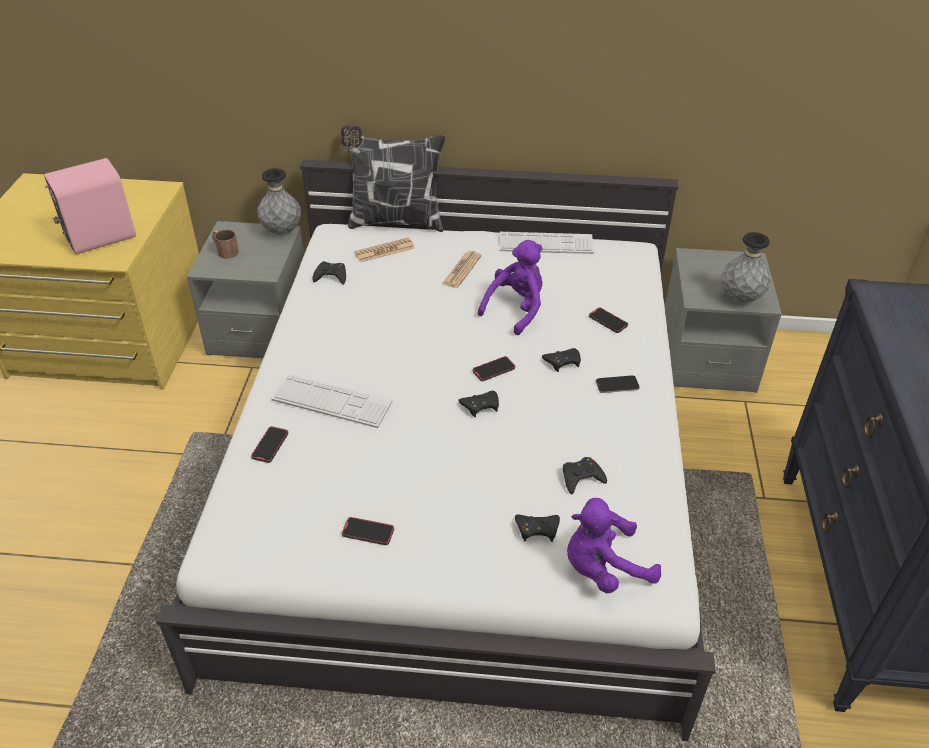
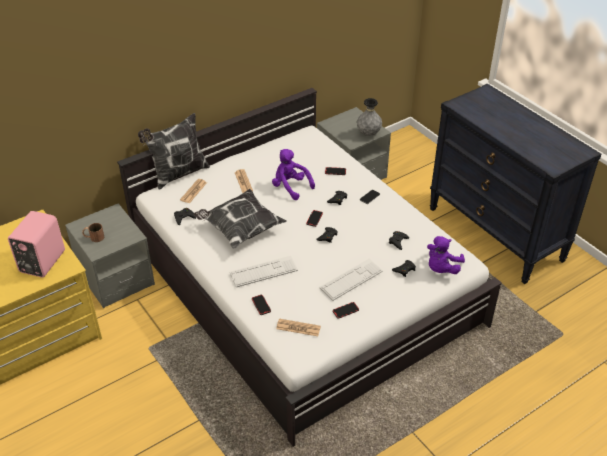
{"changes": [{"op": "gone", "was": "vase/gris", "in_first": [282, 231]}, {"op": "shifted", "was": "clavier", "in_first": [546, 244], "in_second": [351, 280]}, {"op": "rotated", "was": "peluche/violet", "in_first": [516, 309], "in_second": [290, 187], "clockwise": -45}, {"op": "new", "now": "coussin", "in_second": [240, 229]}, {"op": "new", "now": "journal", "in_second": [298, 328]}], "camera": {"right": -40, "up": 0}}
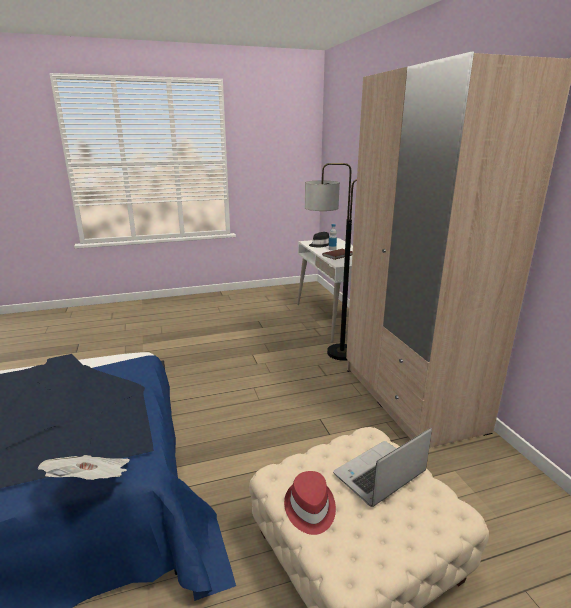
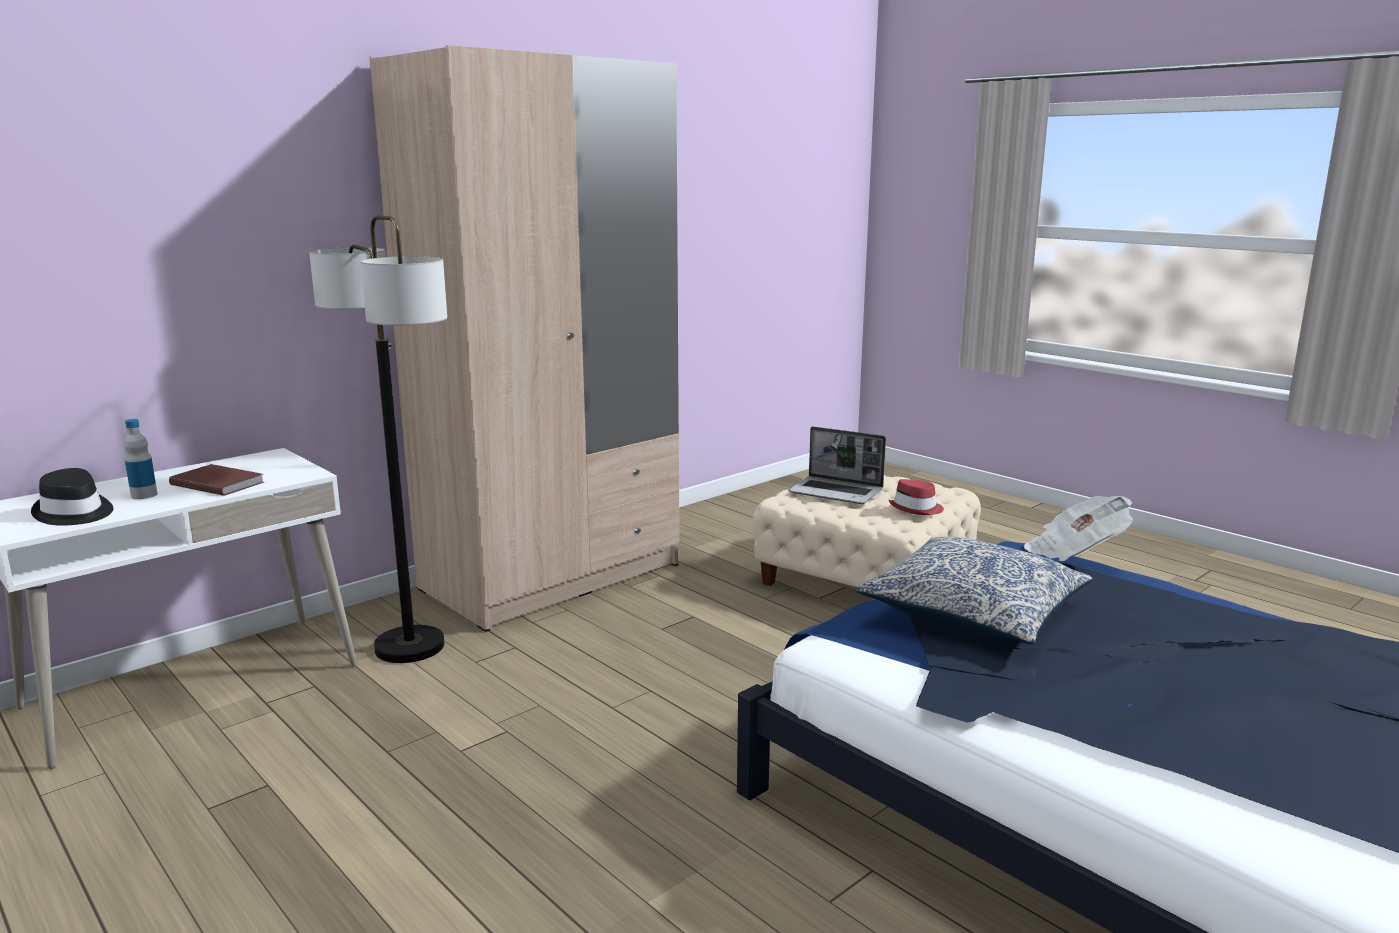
{"changes": [{"op": "new", "now": "coussin", "in_second": [974, 610]}], "camera": {"right": -115, "up": -5}}
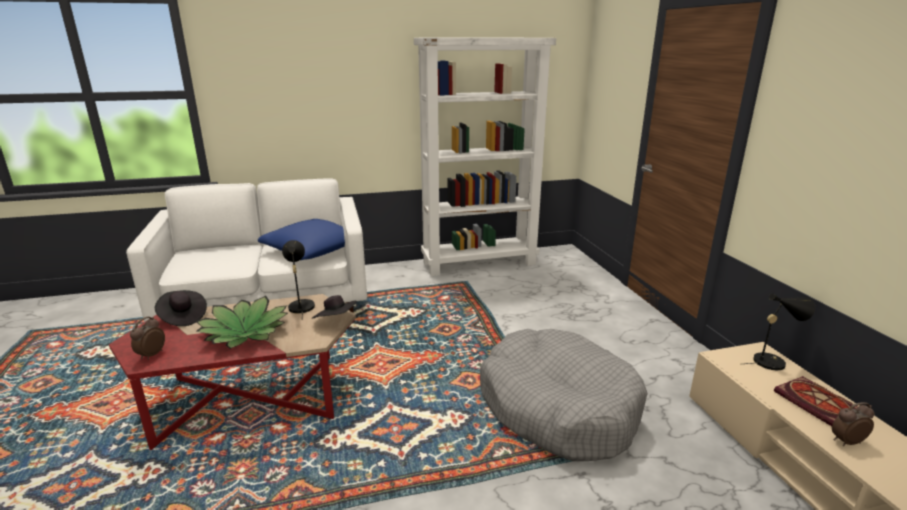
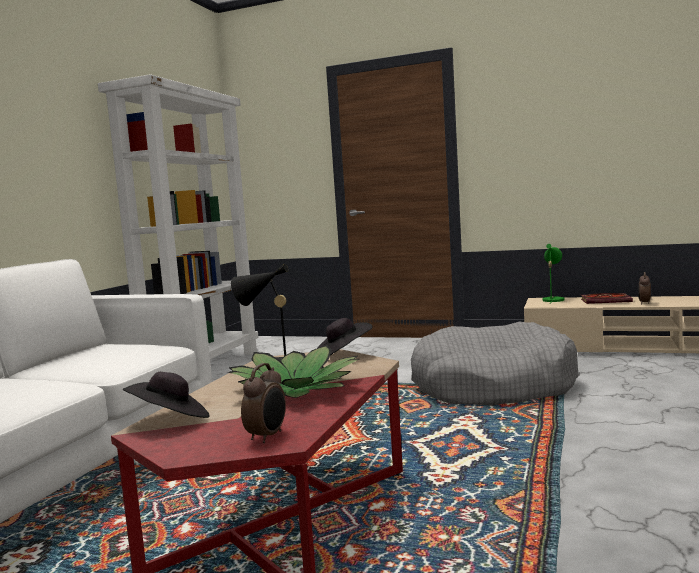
{"changes": [{"op": "gone", "was": "coussin/bleu", "in_first": [311, 251]}, {"op": "repainted", "was": "lampe de table/noir", "now": "lampe de table/vert", "in_first": [772, 361], "in_second": [553, 299]}, {"op": "rotated", "was": "réveil", "in_first": [151, 355], "in_second": [268, 436], "clockwise": -120}], "camera": {"right": -55, "up": -15}}
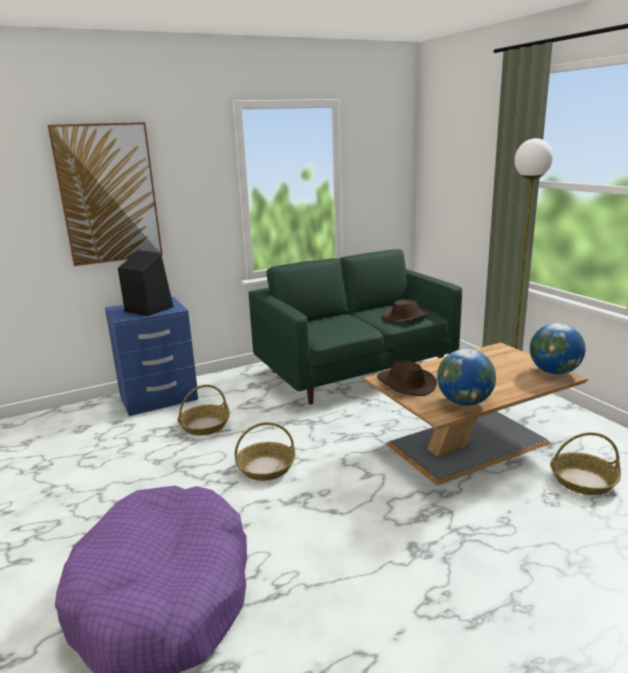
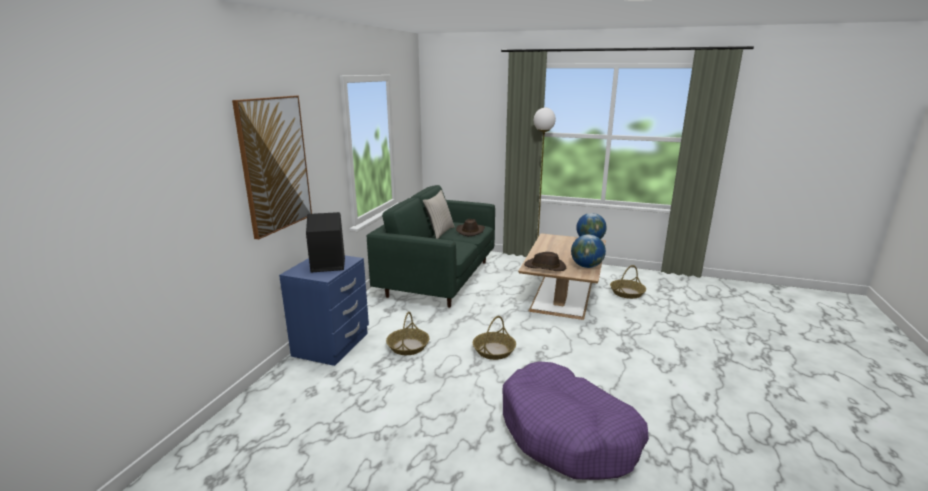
{"changes": [{"op": "new", "now": "coussin/beige", "in_second": [439, 232]}], "camera": {"right": -45, "up": 0}}
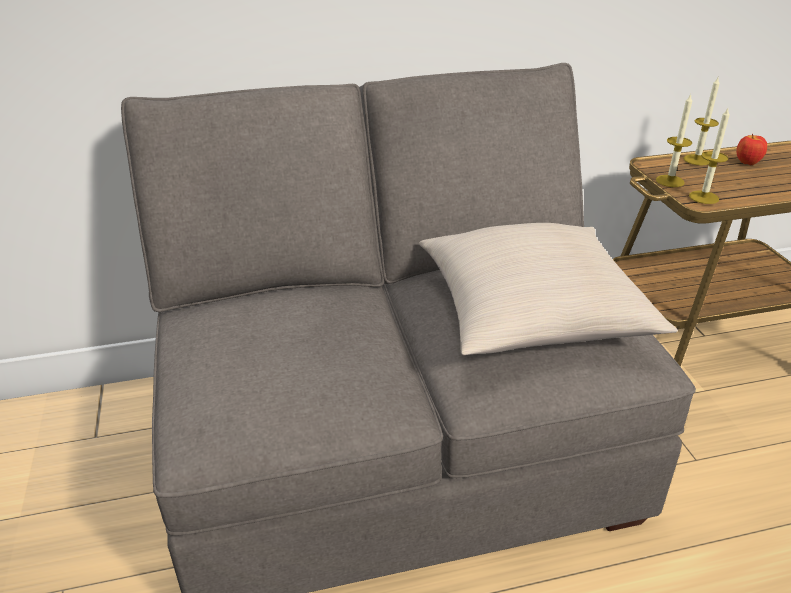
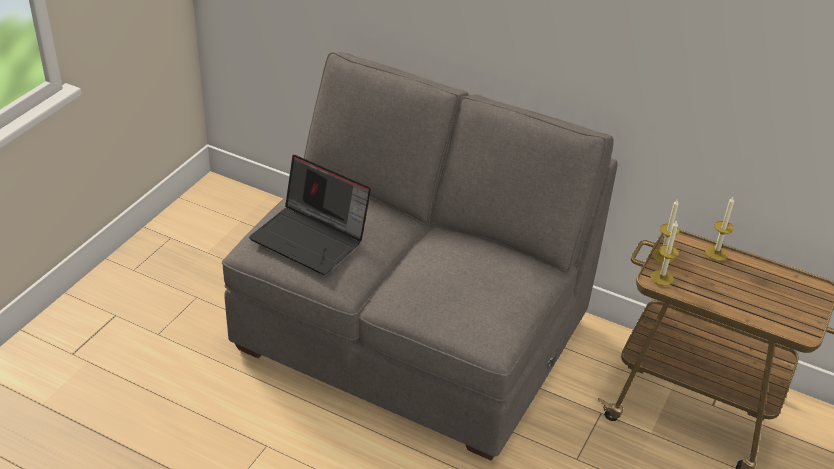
{"changes": [{"op": "gone", "was": "pomme", "in_first": [747, 163]}, {"op": "gone", "was": "coussin/beige", "in_first": [531, 314]}, {"op": "new", "now": "ordinateur portable", "in_second": [311, 238]}], "camera": {"right": 40, "up": 5}}
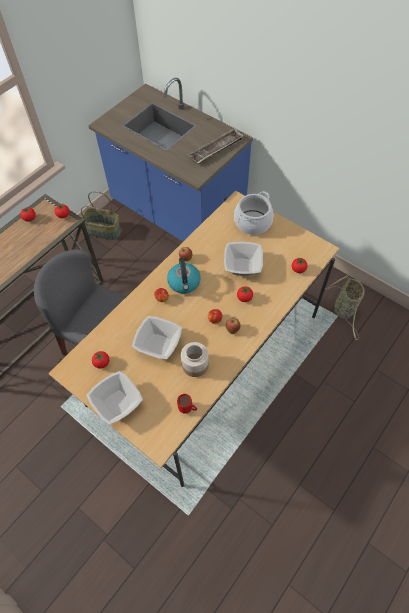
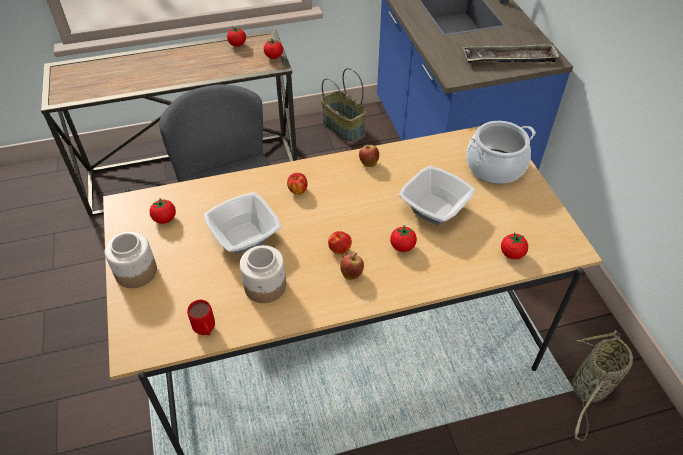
{"changes": [{"op": "gone", "was": "bouilloire", "in_first": [184, 283]}, {"op": "swapped", "was": "bol", "now": "bocal", "in_first": [117, 404], "in_second": [135, 272]}], "camera": {"right": 35, "up": -10}}
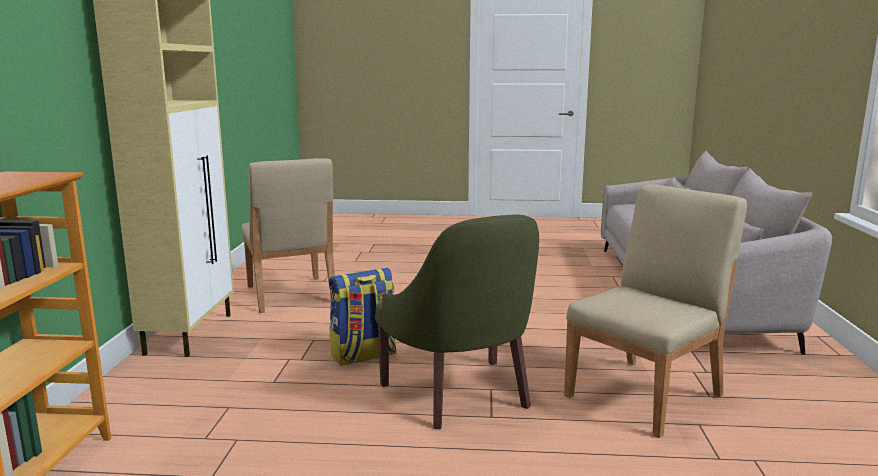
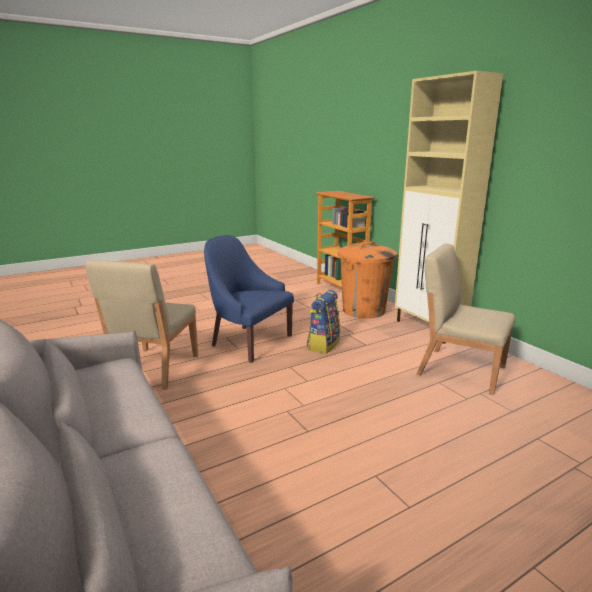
{"changes": [{"op": "repainted", "was": "fauteuil/vert", "now": "fauteuil/bleu", "in_first": [461, 395], "in_second": [248, 341]}, {"op": "new", "now": "poubelle/orange", "in_second": [363, 310]}], "camera": {"right": 145, "up": 5}}
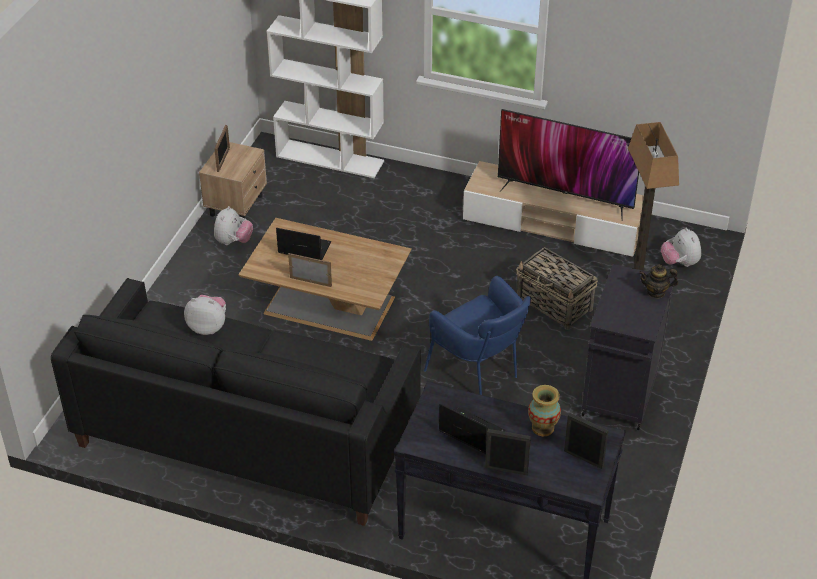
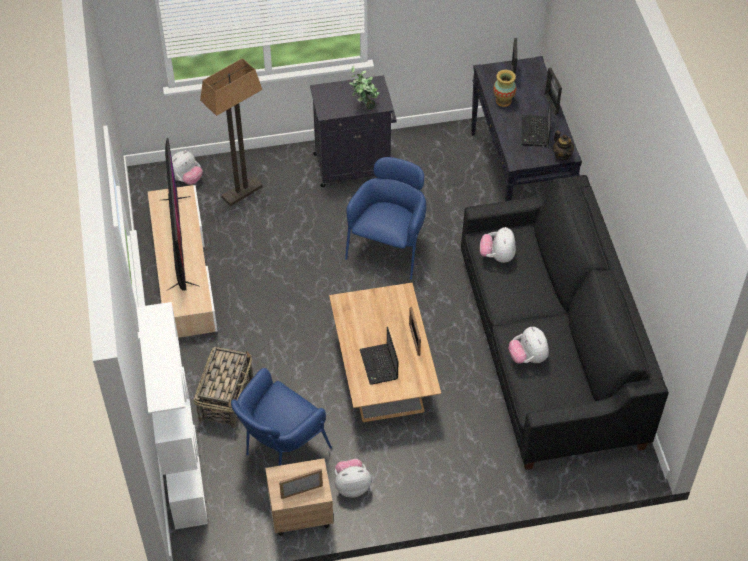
{"changes": [{"op": "shifted", "was": "panier", "in_first": [554, 304], "in_second": [226, 397]}, {"op": "shifted", "was": "théière", "in_first": [656, 292], "in_second": [562, 155]}, {"op": "new", "now": "plante en pot", "in_second": [364, 107]}, {"op": "new", "now": "peluche", "in_second": [497, 256]}, {"op": "new", "now": "fauteuil/bleu", "in_second": [280, 448]}], "camera": {"right": -120, "up": 10}}
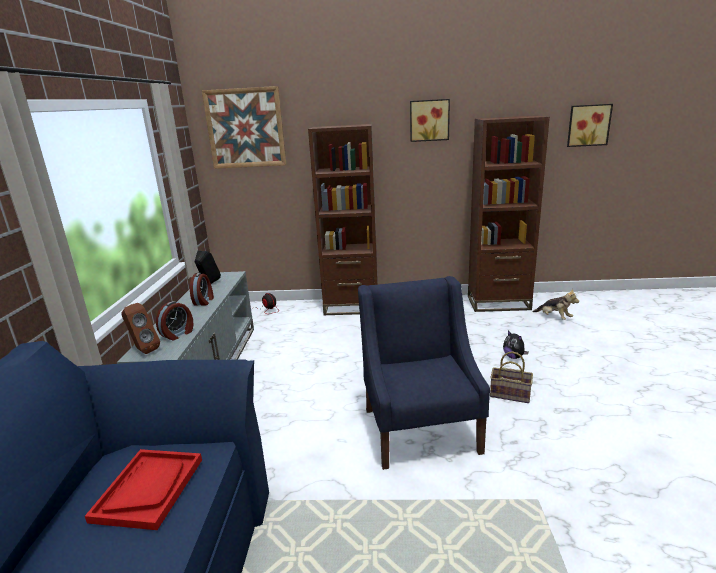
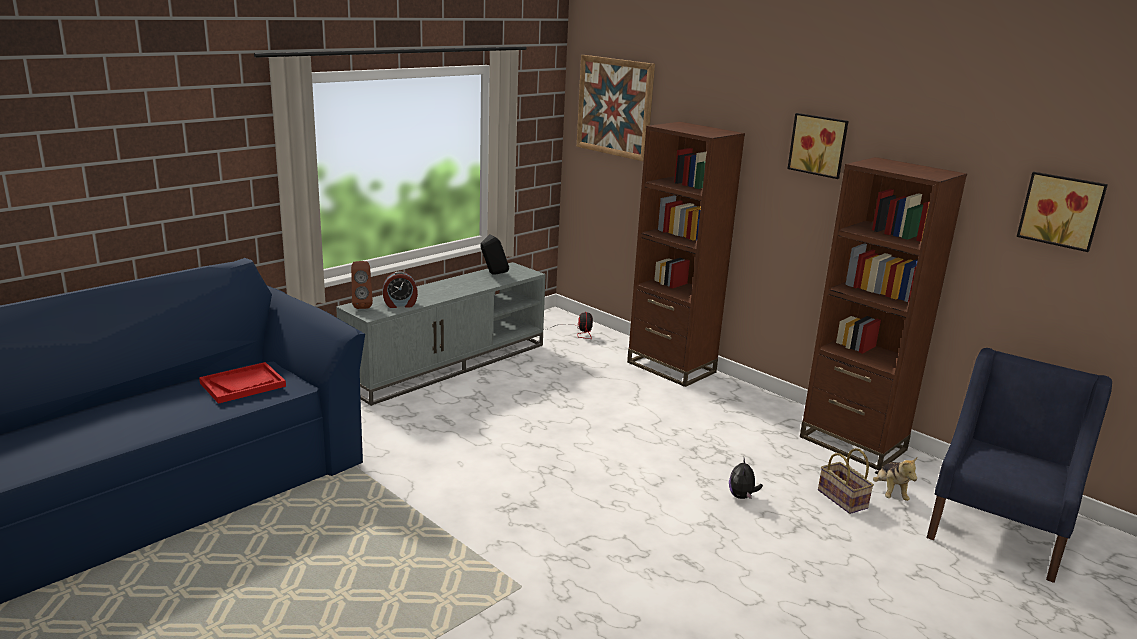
{"changes": [{"op": "gone", "was": "réveil", "in_first": [204, 301]}, {"op": "shifted", "was": "fauteuil/bleu", "in_first": [420, 429], "in_second": [998, 532]}, {"op": "shifted", "was": "panier", "in_first": [511, 394], "in_second": [844, 499]}], "camera": {"right": 40, "up": 0}}
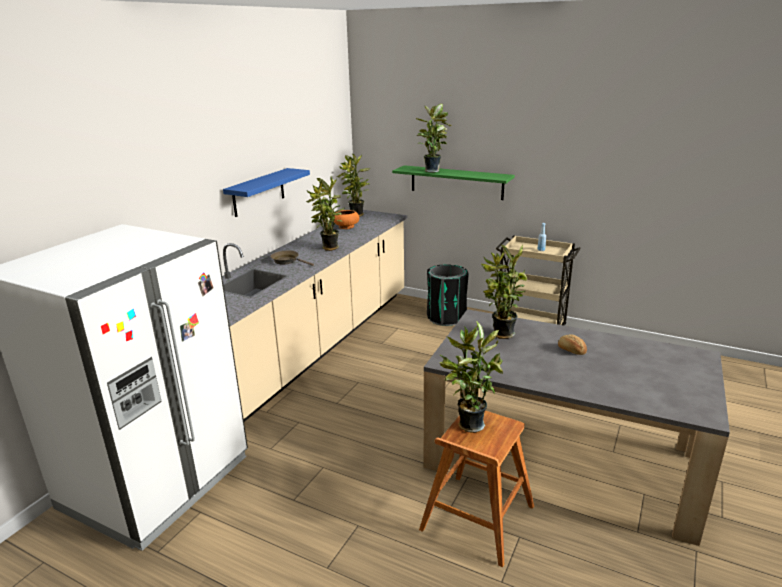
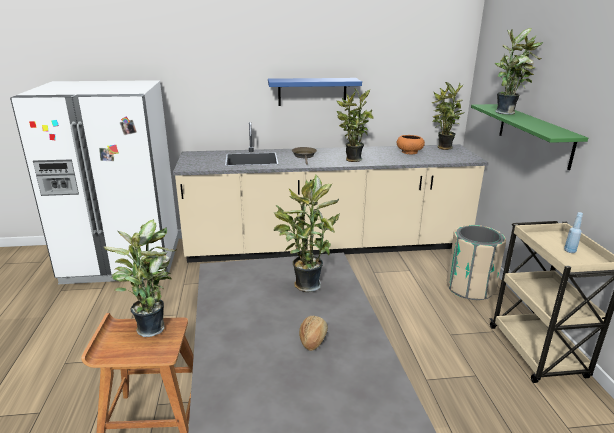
{"changes": [{"op": "repainted", "was": "poubelle/noir", "now": "poubelle/beige", "in_first": [446, 317], "in_second": [470, 288]}], "camera": {"right": 55, "up": 0}}
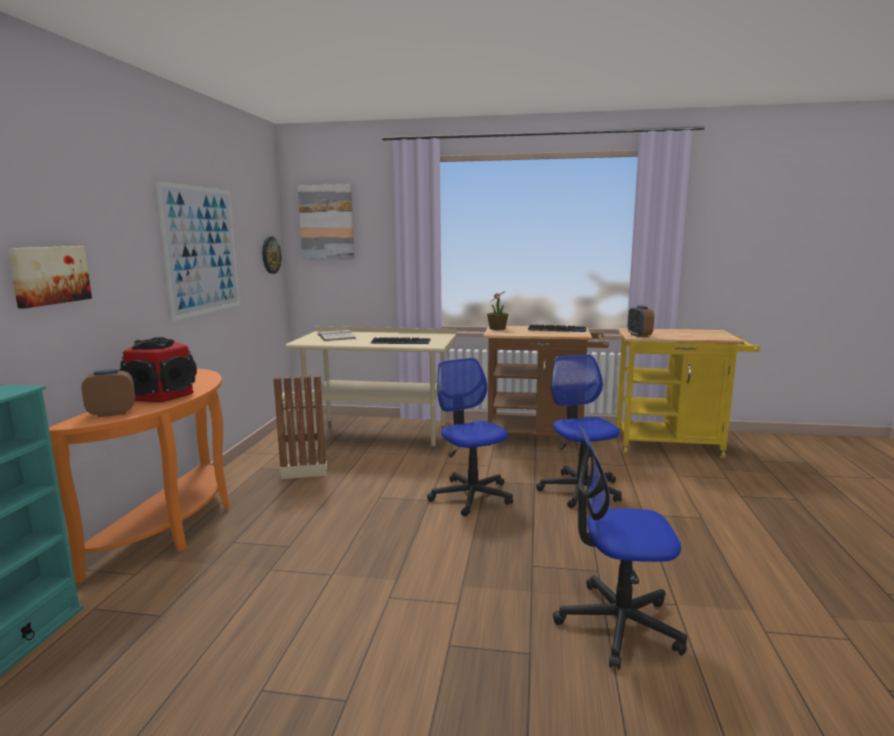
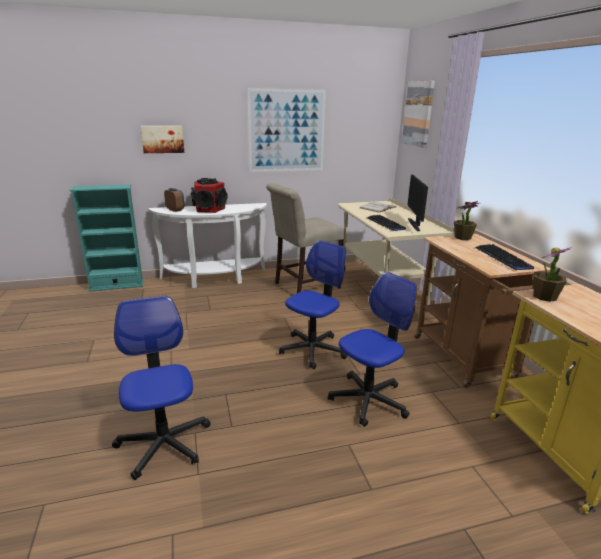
{"changes": [{"op": "gone", "was": "horloge murale", "in_first": [270, 255]}, {"op": "swapped", "was": "réveil", "now": "plante en pot", "in_first": [639, 335], "in_second": [544, 297]}, {"op": "repainted", "was": "table console/orange", "now": "table console/blanc", "in_first": [177, 526], "in_second": [215, 279]}, {"op": "swapped", "was": "poubelle/beige", "now": "chaise/beige", "in_first": [304, 468], "in_second": [303, 286]}, {"op": "new", "now": "écran d'ordinateur", "in_second": [415, 224]}], "camera": {"right": 65, "up": 10}}
